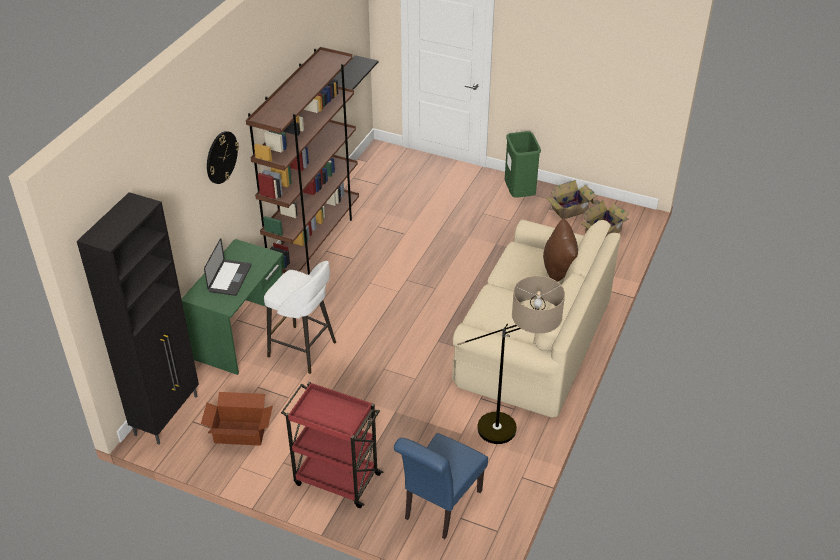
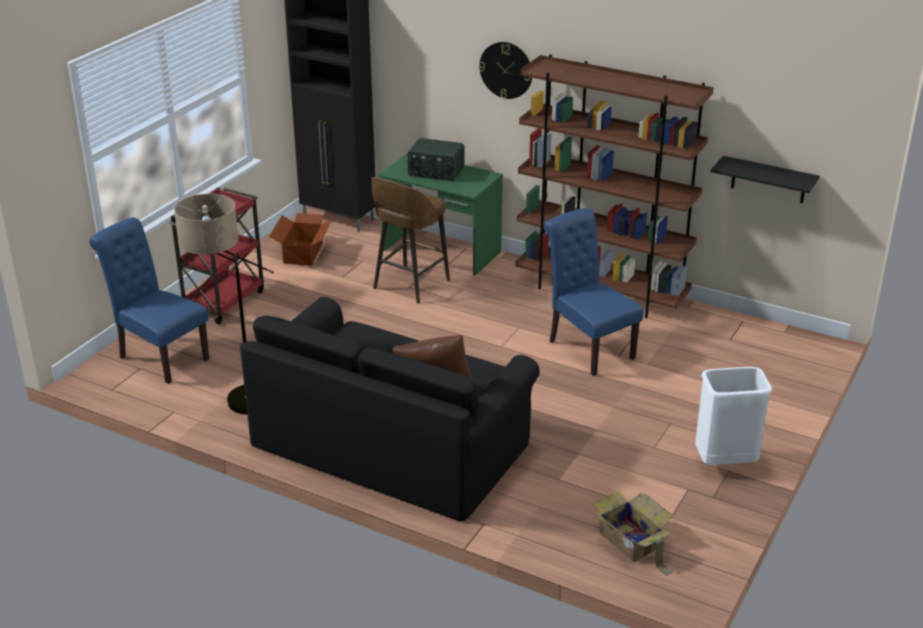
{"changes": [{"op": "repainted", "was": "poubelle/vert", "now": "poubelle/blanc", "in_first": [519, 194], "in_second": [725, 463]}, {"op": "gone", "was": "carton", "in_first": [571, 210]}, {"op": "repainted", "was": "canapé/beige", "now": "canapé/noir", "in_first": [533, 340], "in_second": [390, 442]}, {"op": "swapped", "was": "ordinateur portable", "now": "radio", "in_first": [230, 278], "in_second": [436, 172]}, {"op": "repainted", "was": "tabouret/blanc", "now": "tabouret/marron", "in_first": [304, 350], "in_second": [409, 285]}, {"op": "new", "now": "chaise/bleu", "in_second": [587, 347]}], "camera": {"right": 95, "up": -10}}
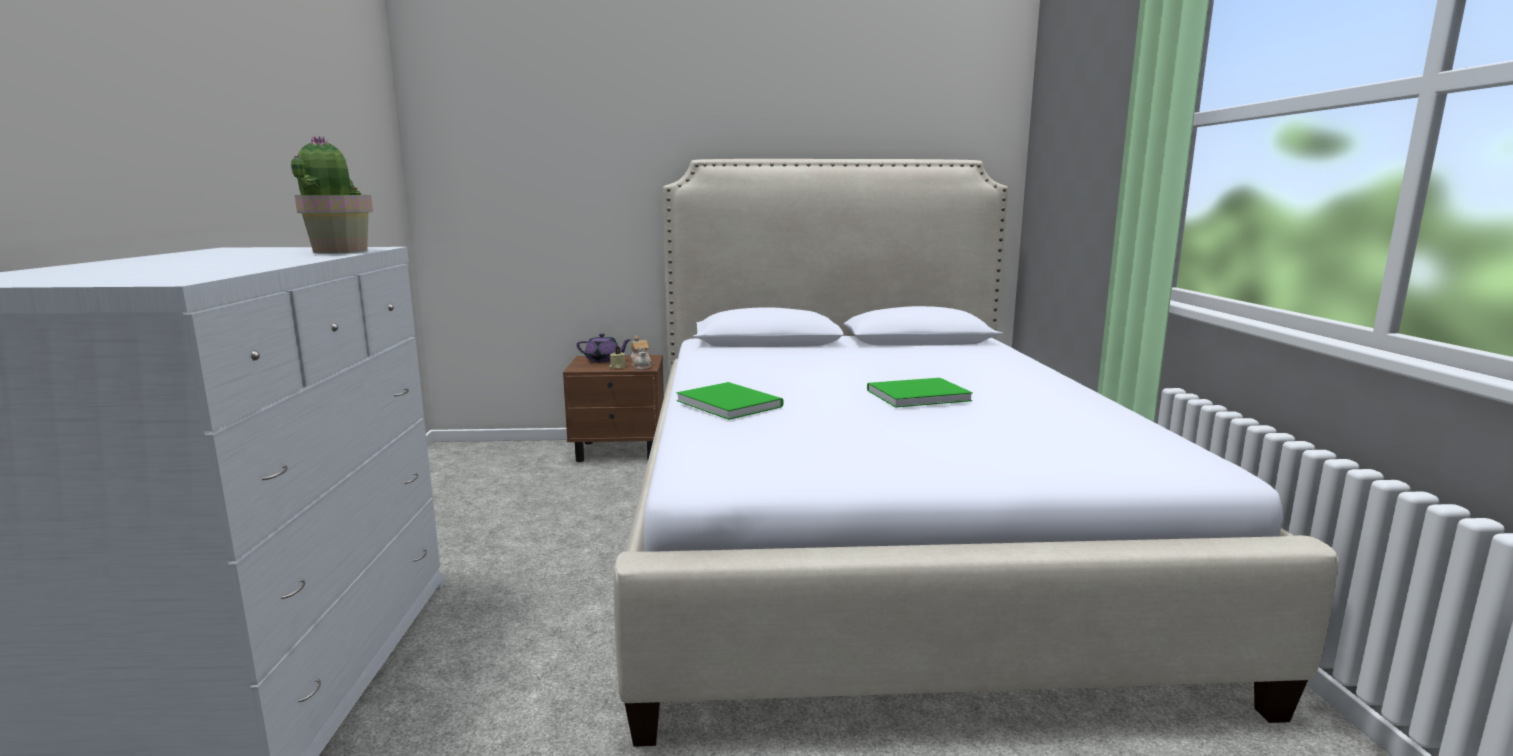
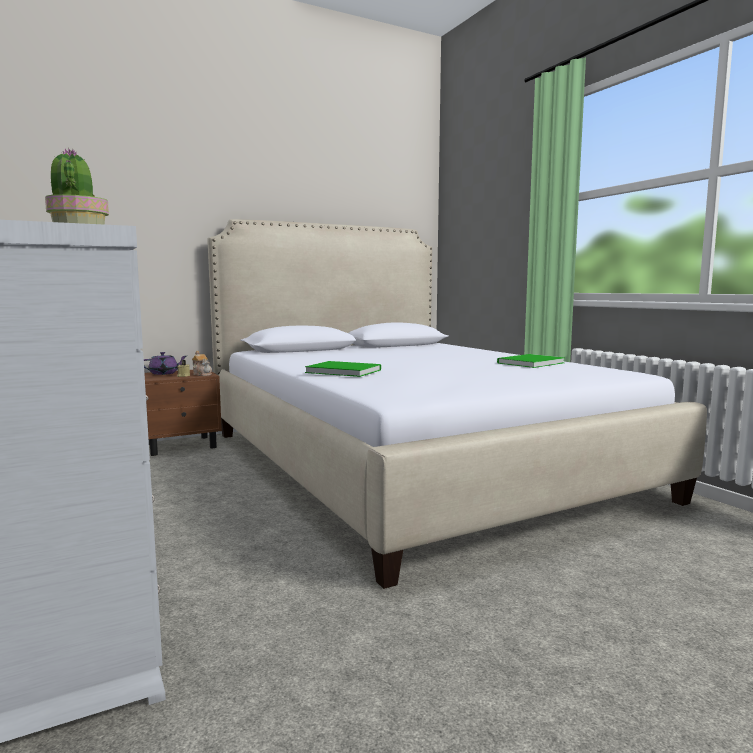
{"changes": [{"op": "shifted", "was": "livre/vert", "in_first": [914, 395], "in_second": [528, 363]}], "camera": {"right": -25, "up": -5}}
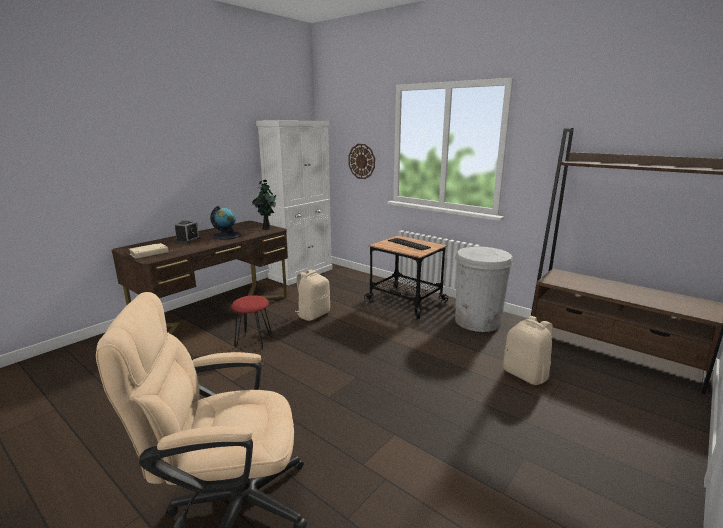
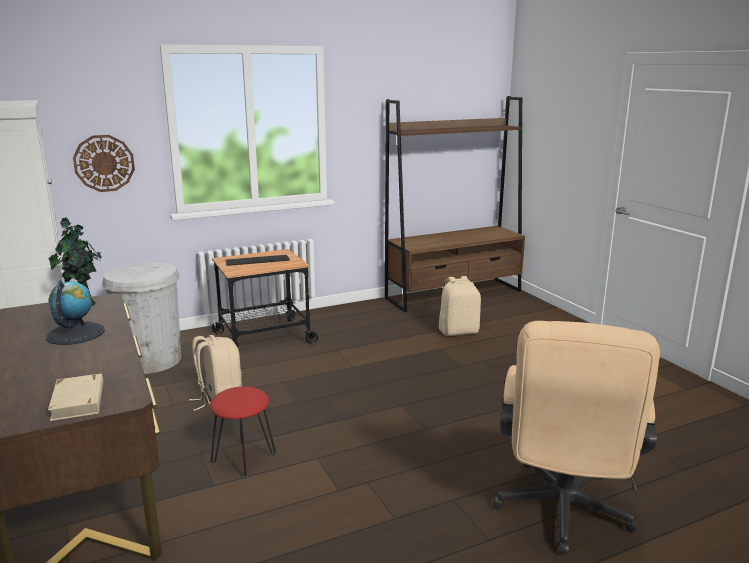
{"changes": [{"op": "gone", "was": "réveil", "in_first": [188, 240]}, {"op": "shifted", "was": "poubelle/blanc", "in_first": [477, 321], "in_second": [151, 360]}], "camera": {"right": -65, "up": 0}}
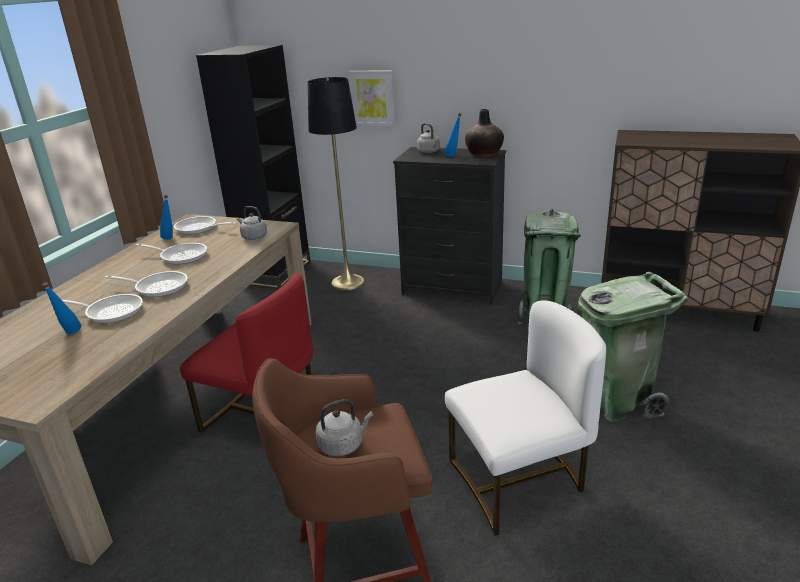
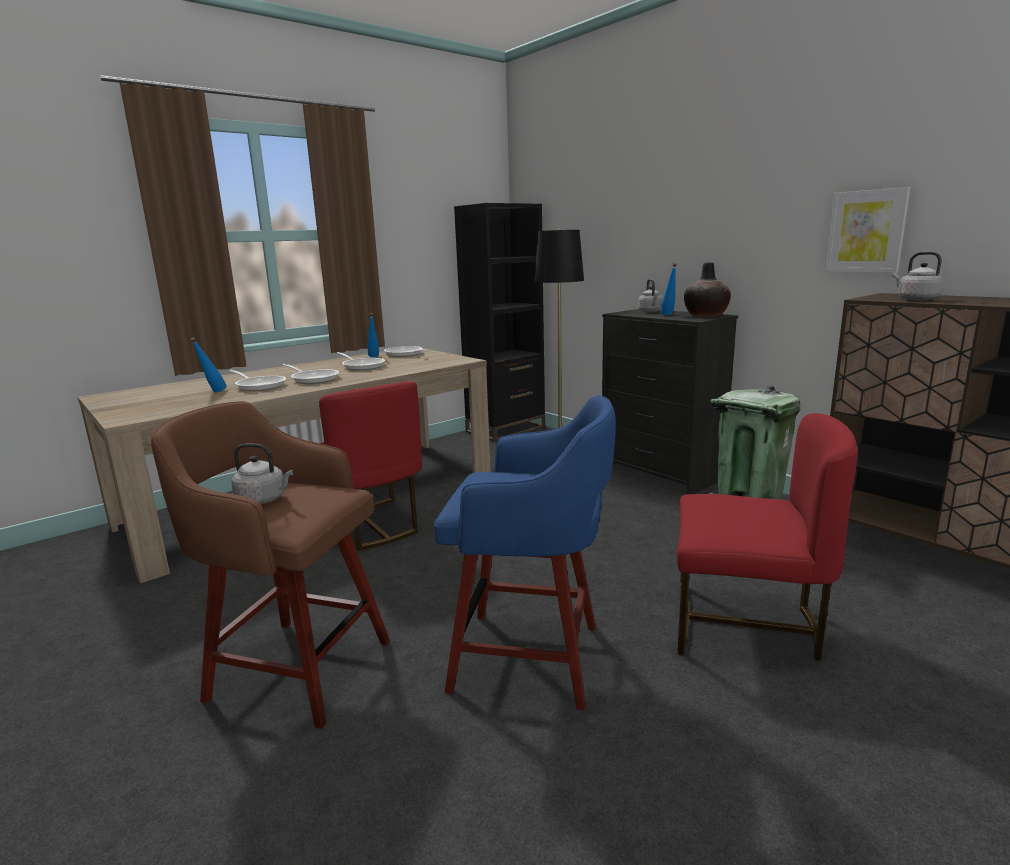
{"changes": [{"op": "shifted", "was": "tableau", "in_first": [372, 98], "in_second": [866, 231]}, {"op": "shifted", "was": "bouilloire/gris", "in_first": [253, 237], "in_second": [915, 299]}, {"op": "swapped", "was": "poubelle/vert", "now": "chaise/rouge", "in_first": [617, 401], "in_second": [745, 625]}, {"op": "swapped", "was": "chaise/blanc", "now": "tabouret/bleu", "in_first": [519, 481], "in_second": [531, 658]}], "camera": {"right": 30, "up": -10}}
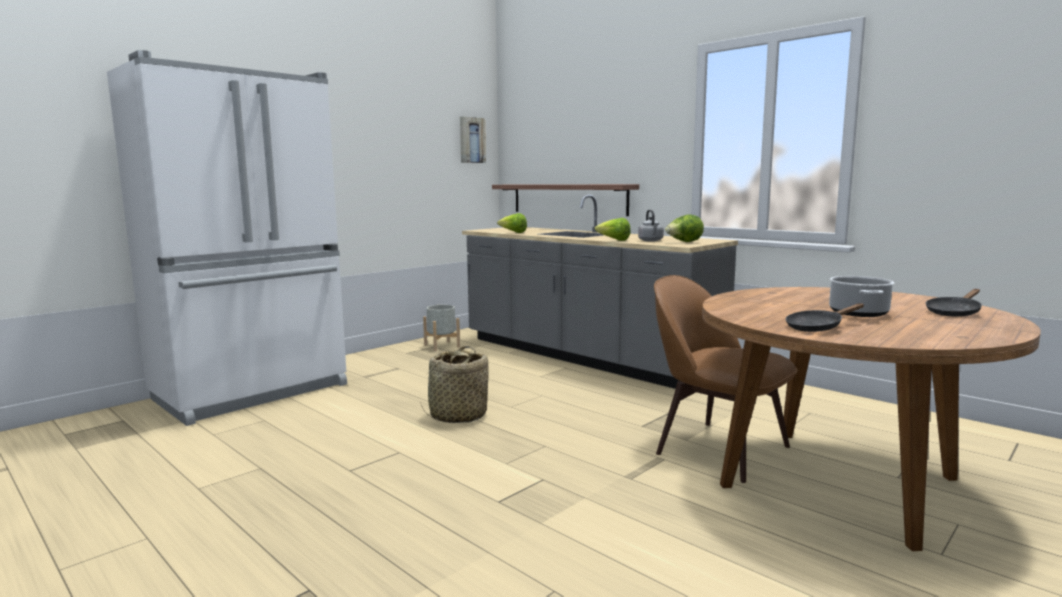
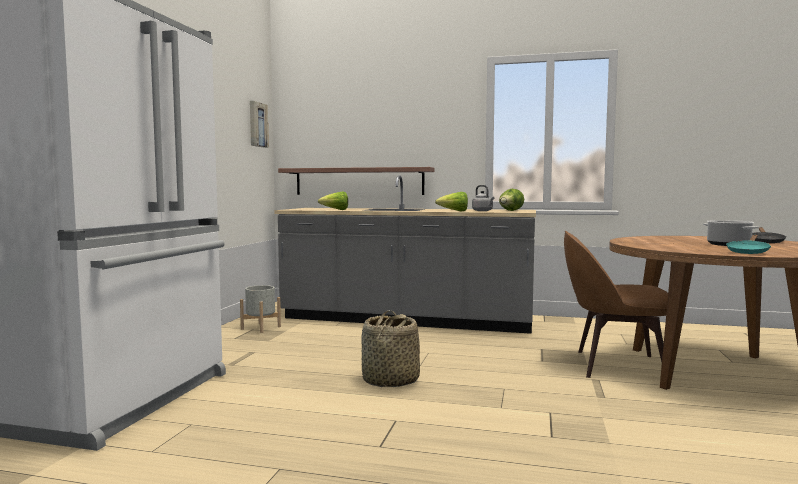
{"changes": [{"op": "repainted", "was": "poêle/noir", "now": "poêle/turquoise", "in_first": [817, 327], "in_second": [748, 252]}], "camera": {"right": -30, "up": -5}}
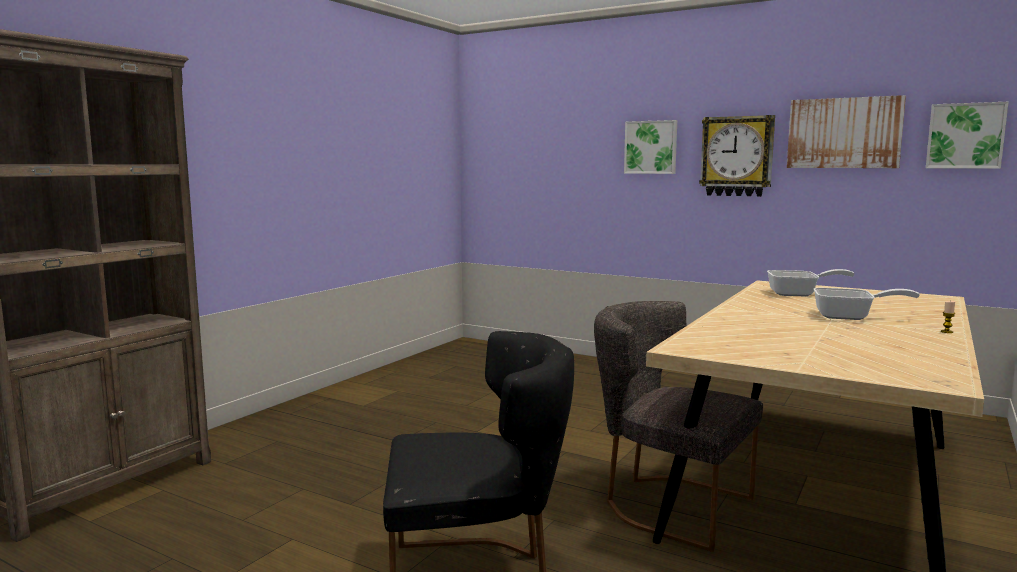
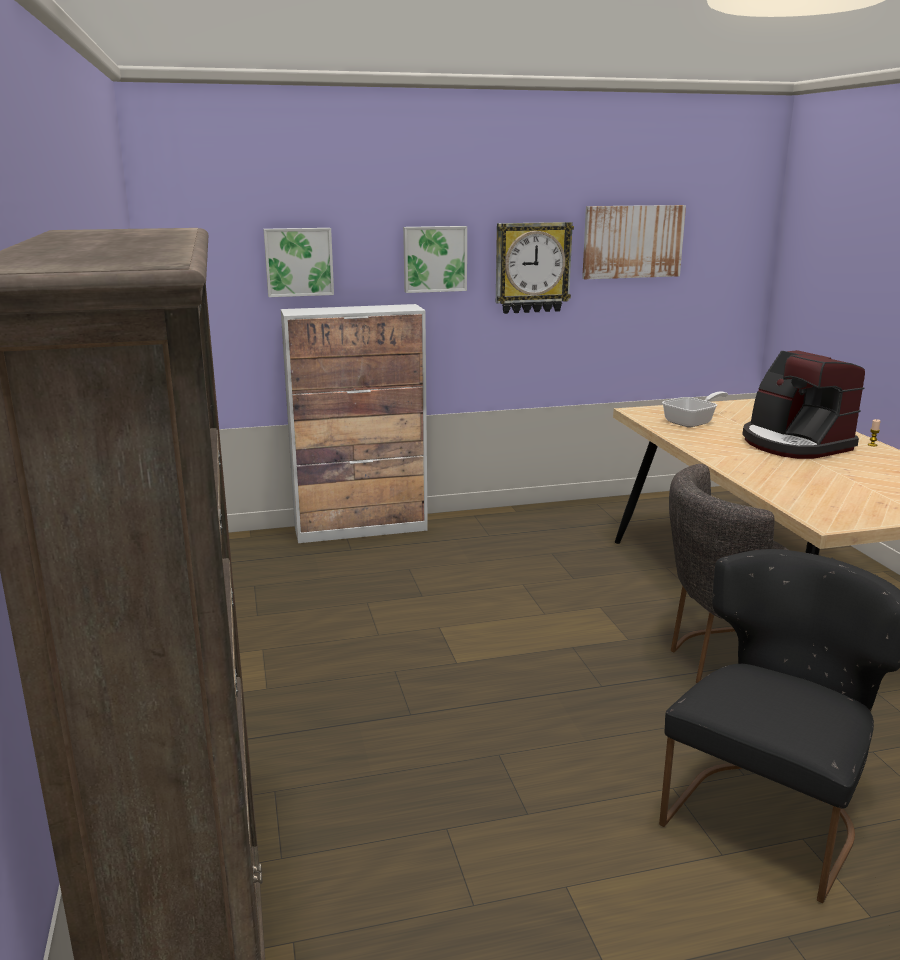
{"changes": [{"op": "shifted", "was": "tableau", "in_first": [965, 136], "in_second": [299, 262]}, {"op": "swapped", "was": "poêle", "now": "machine à café", "in_first": [850, 317], "in_second": [794, 444]}, {"op": "new", "now": "meuble de rangement", "in_second": [361, 529]}], "camera": {"right": -45, "up": 10}}
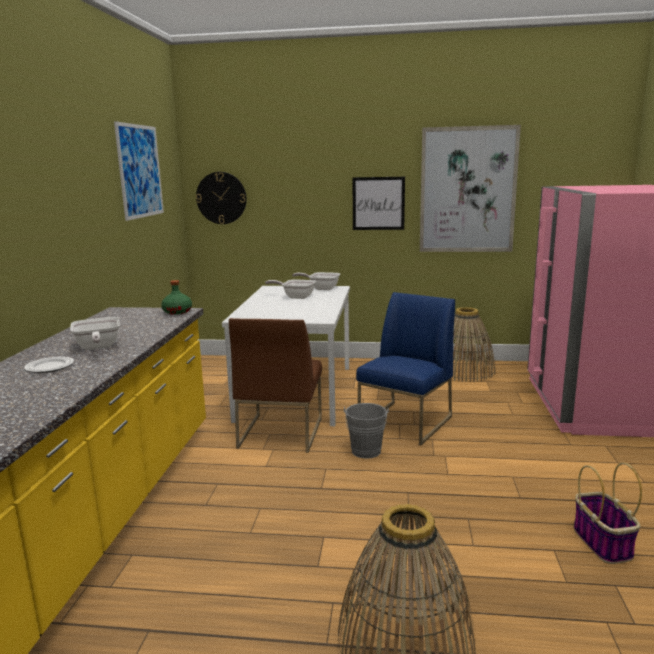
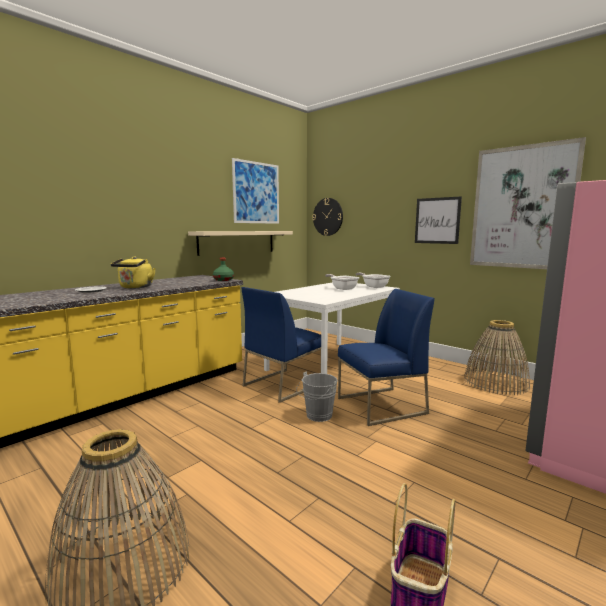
{"changes": [{"op": "swapped", "was": "poêle", "now": "bouilloire/jaune", "in_first": [97, 348], "in_second": [135, 287]}, {"op": "repainted", "was": "chaise/marron", "now": "chaise/bleu", "in_first": [280, 432], "in_second": [283, 384]}, {"op": "new", "now": "étagère/beige", "in_second": [237, 242]}], "camera": {"right": 35, "up": -5}}
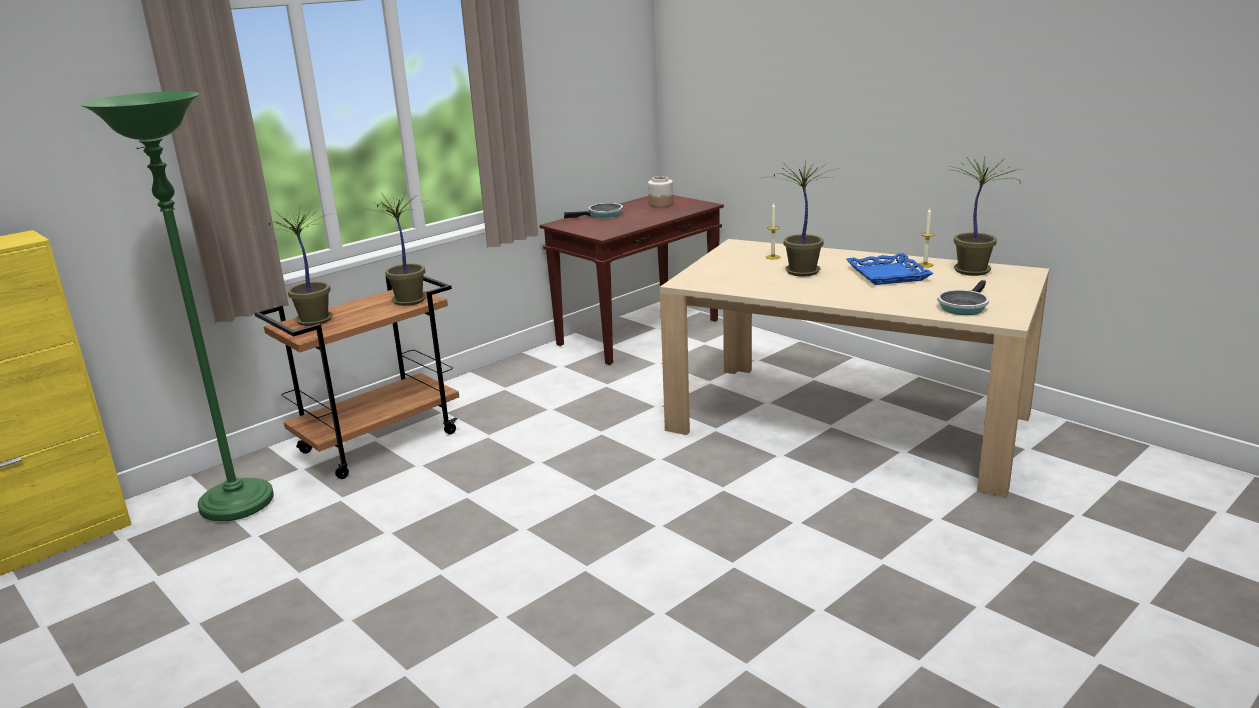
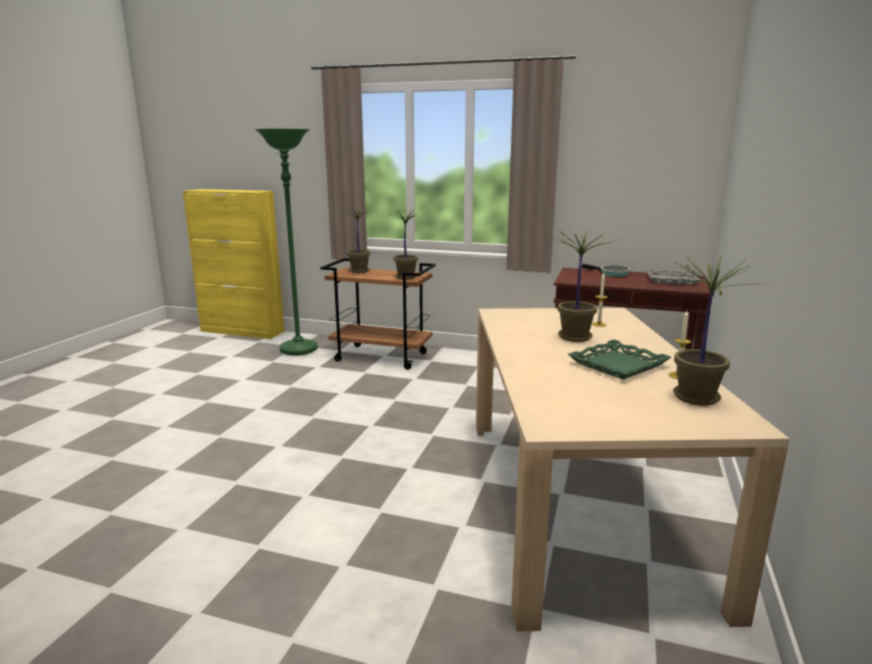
{"changes": [{"op": "swapped", "was": "bocal", "now": "plateau/gris", "in_first": [661, 204], "in_second": [671, 280]}, {"op": "repainted", "was": "plateau/bleu", "now": "plateau/vert", "in_first": [888, 274], "in_second": [618, 365]}, {"op": "gone", "was": "poêle", "in_first": [963, 306]}], "camera": {"right": 60, "up": -5}}
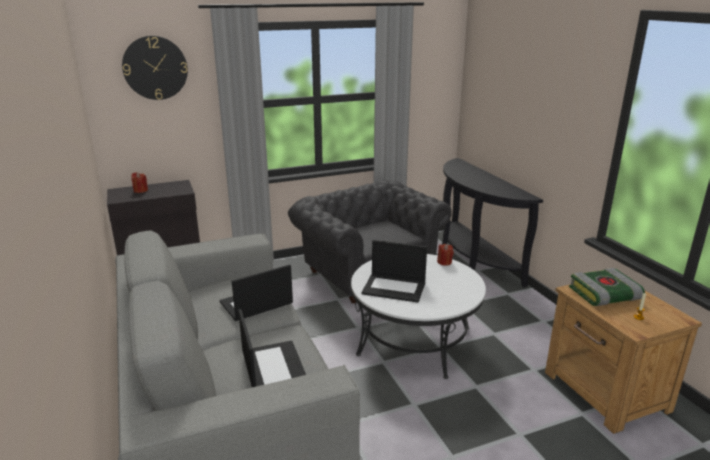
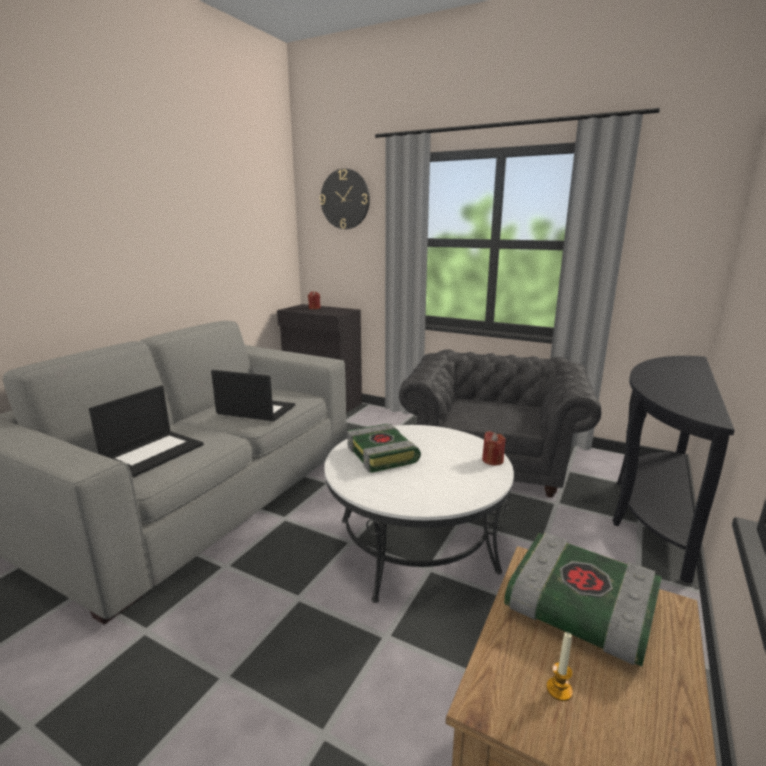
{"changes": [{"op": "swapped", "was": "ordinateur portable", "now": "livre", "in_first": [395, 288], "in_second": [383, 455]}], "camera": {"right": 50, "up": -5}}
